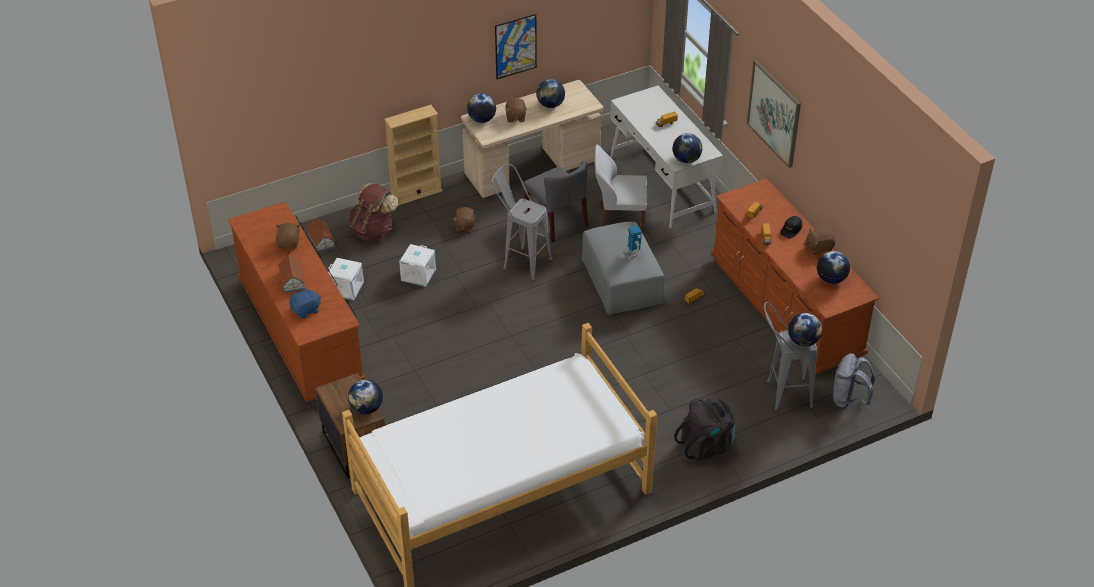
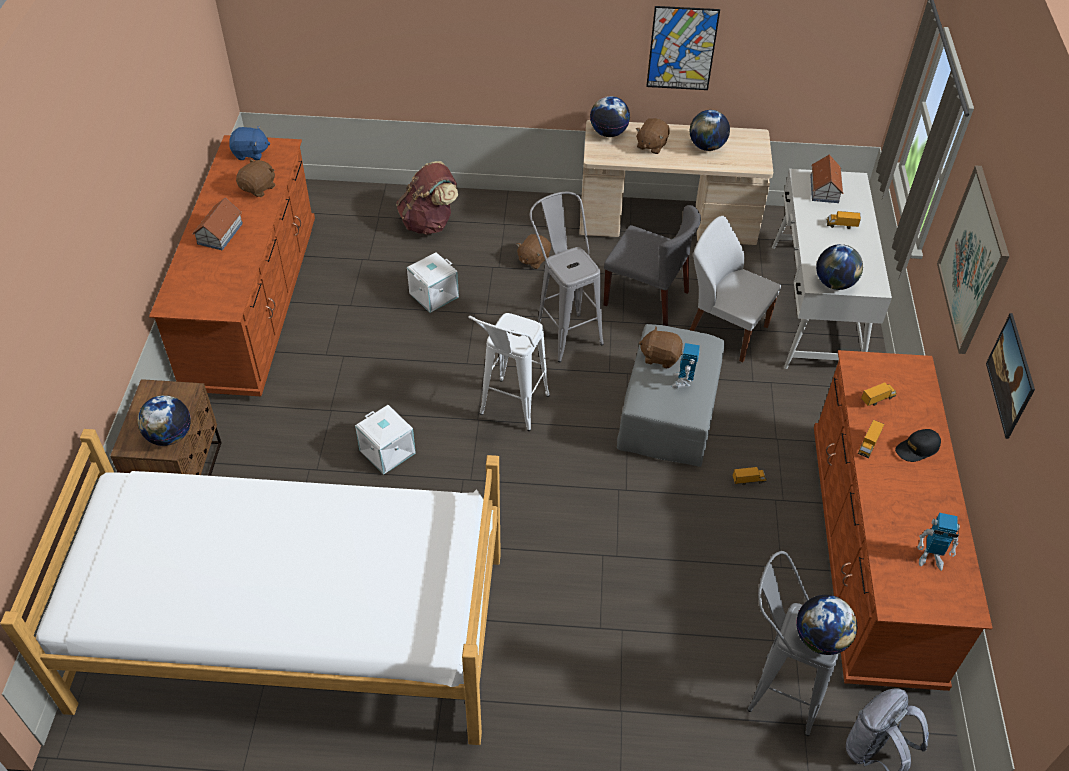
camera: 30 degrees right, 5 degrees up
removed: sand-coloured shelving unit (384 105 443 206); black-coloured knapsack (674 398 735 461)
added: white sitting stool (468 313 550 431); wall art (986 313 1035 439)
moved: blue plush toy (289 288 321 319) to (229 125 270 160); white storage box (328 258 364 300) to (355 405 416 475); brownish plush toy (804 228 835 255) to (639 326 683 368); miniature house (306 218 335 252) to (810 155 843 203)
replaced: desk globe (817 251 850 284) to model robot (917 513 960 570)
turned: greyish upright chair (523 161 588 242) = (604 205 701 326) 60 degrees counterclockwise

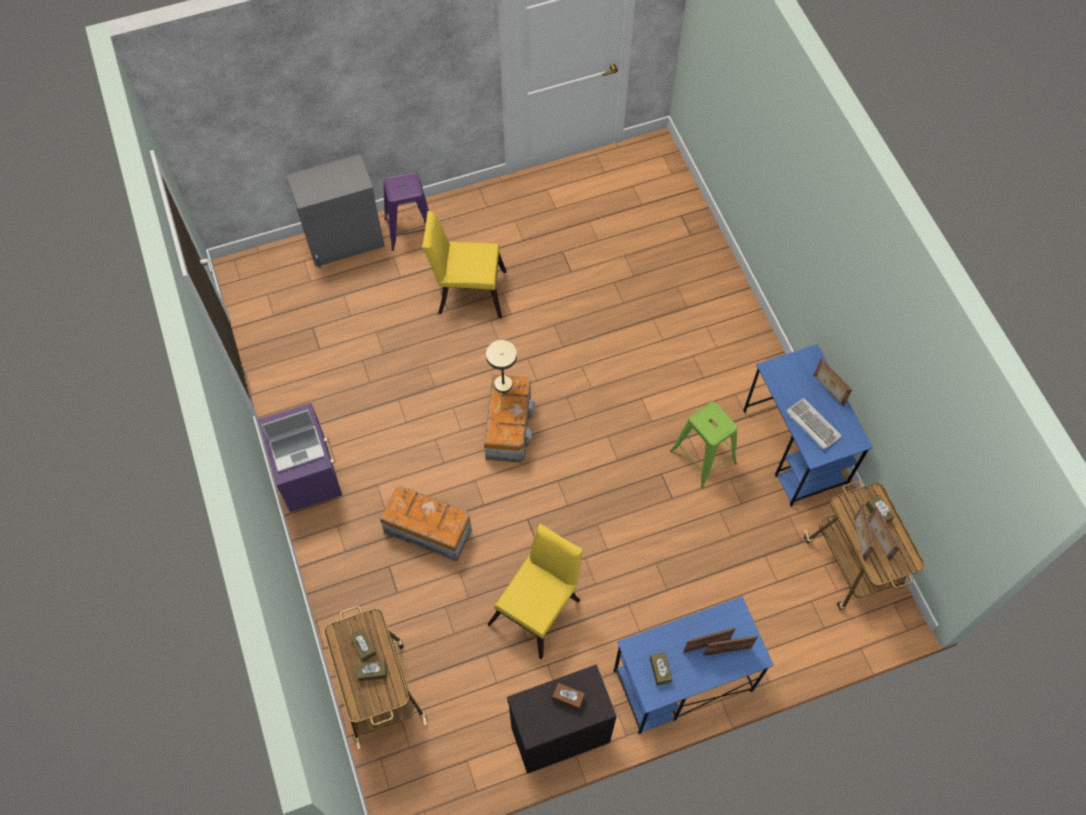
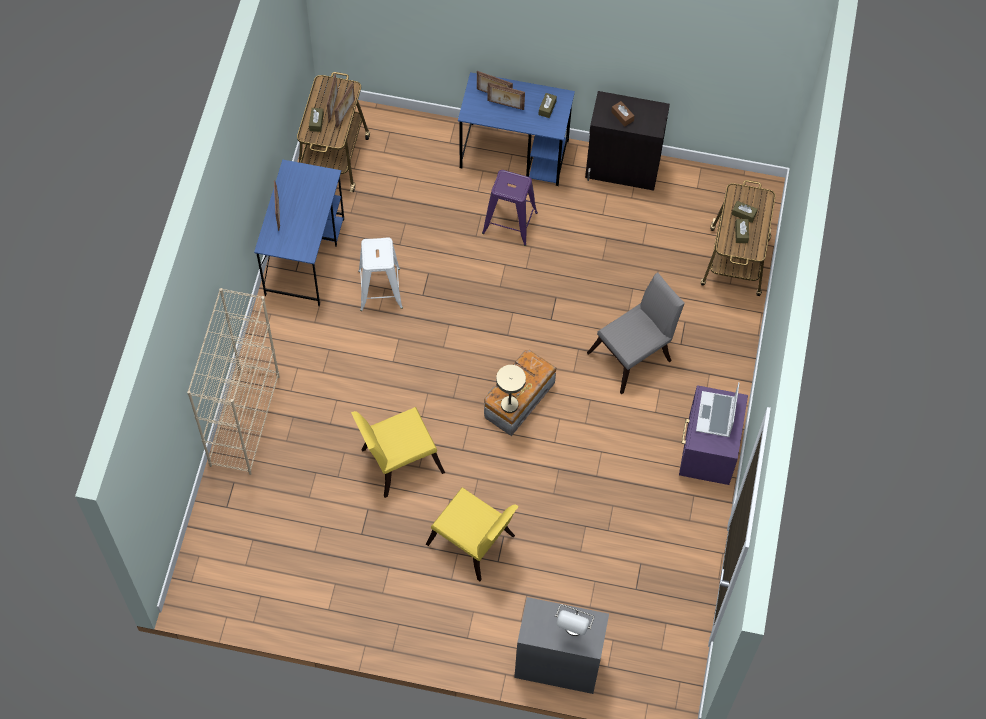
camera: 150 degrees left, 0 degrees up
removed: computer keyboard (786 398 842 450)
added: sand-coloured shelving unit (187 288 280 475); greyish tabletop lamp (555 604 594 636)
moved: yellow upright chair (487 524 583 659) to (351 407 445 498); purple sitting stool (383 172 429 251) to (482 170 538 246)
replaced: storage box (380 486 472 561) to greyish upright chair (587 272 685 394)
recoloured: green sitting stool (670 402 737 488) to white sitting stool (358 237 403 311)
turned: laptop (261 410 325 472) = (696 382 740 437) 90 degrees counterclockwise

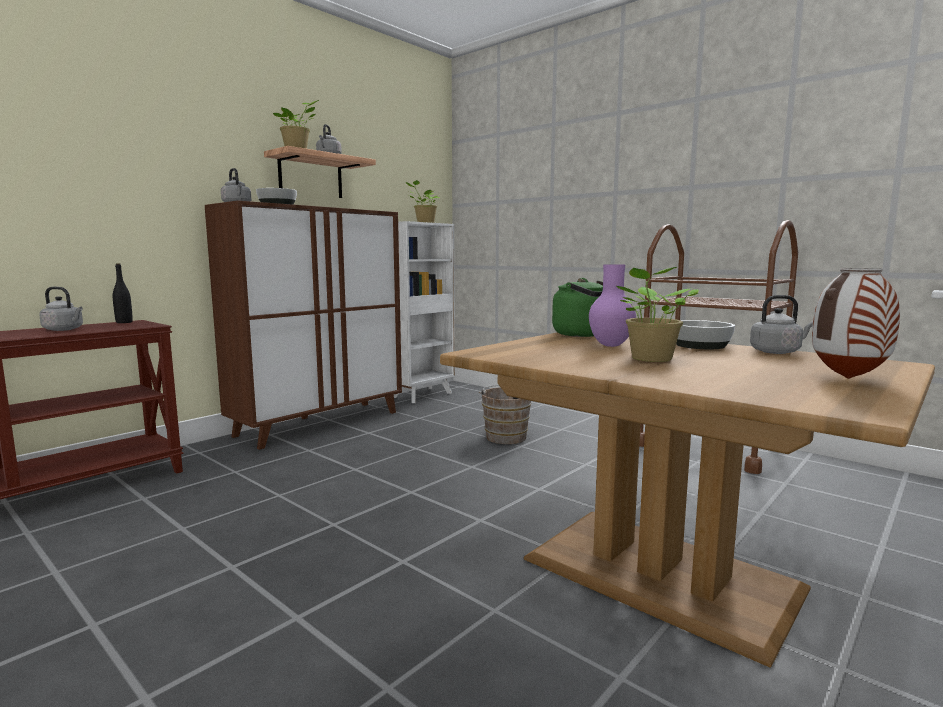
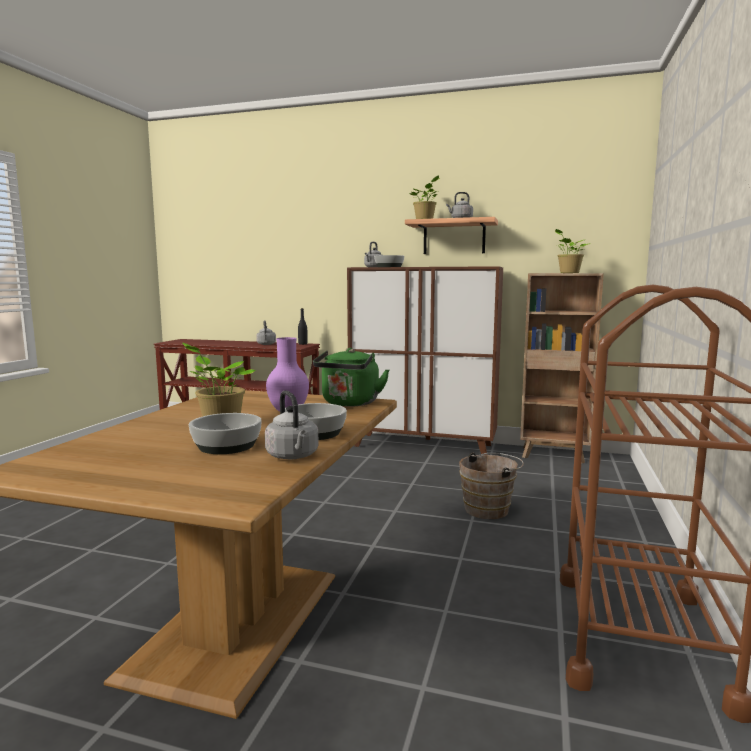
camera: 65 degrees right, 0 degrees up
removed: vase (812 268 900 379)
added: serving bowl (189 413 262 454)
recoloured: white shelving unit (394 221 455 403) to brownish shelving unit (520 273 604 463)

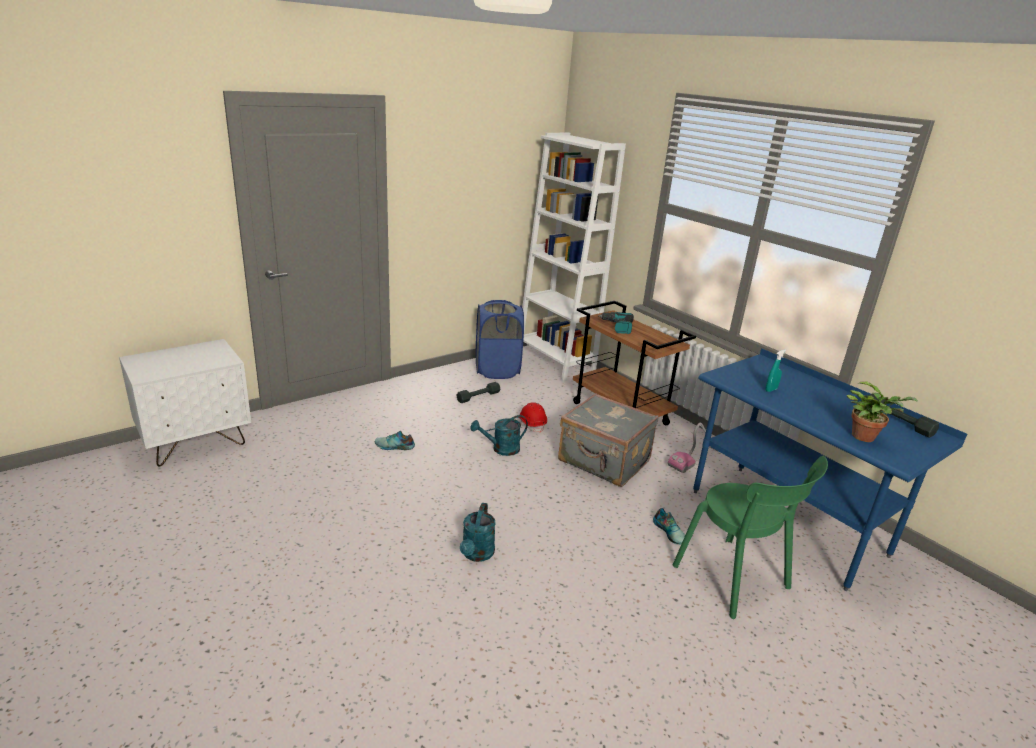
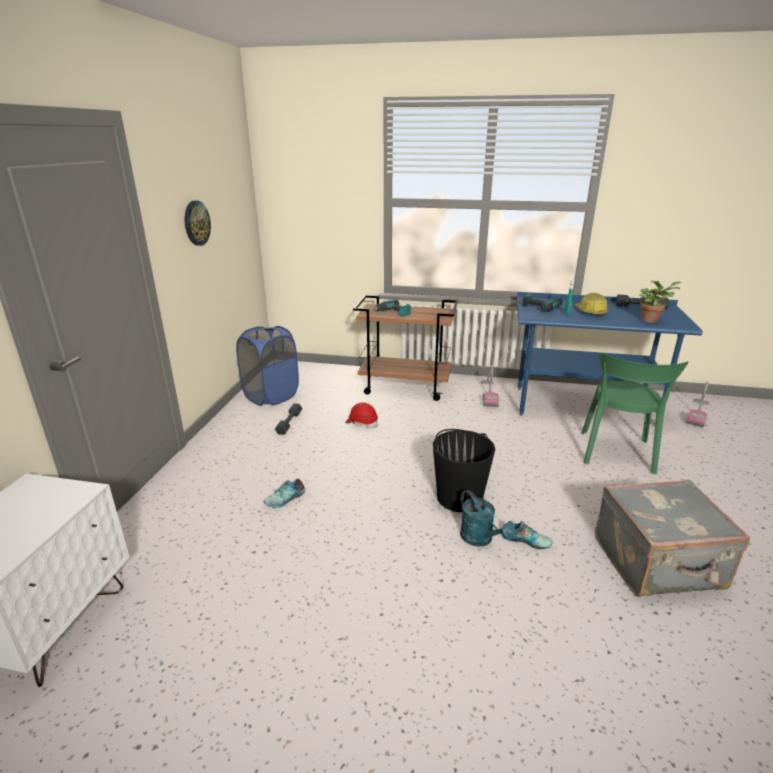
camera: 40 degrees left, 0 degrees up
removed: blue-green watering can (471 415 528 456); white shelving unit (522 133 626 382)
added: clock on the wall (185 200 211 246); black-coloured bucket (433 429 495 512); power drill (523 294 563 312); safety helmet (574 293 609 317); vacuum cleaner (686 382 709 427)
moved: low shoe (653 508 685 545) to (502 521 552 549); greyish piece of luggage (558 393 658 487) to (595 479 750 597)
turned: green upright chair (673 456 828 619) = (582 353 688 474) 90 degrees clockwise

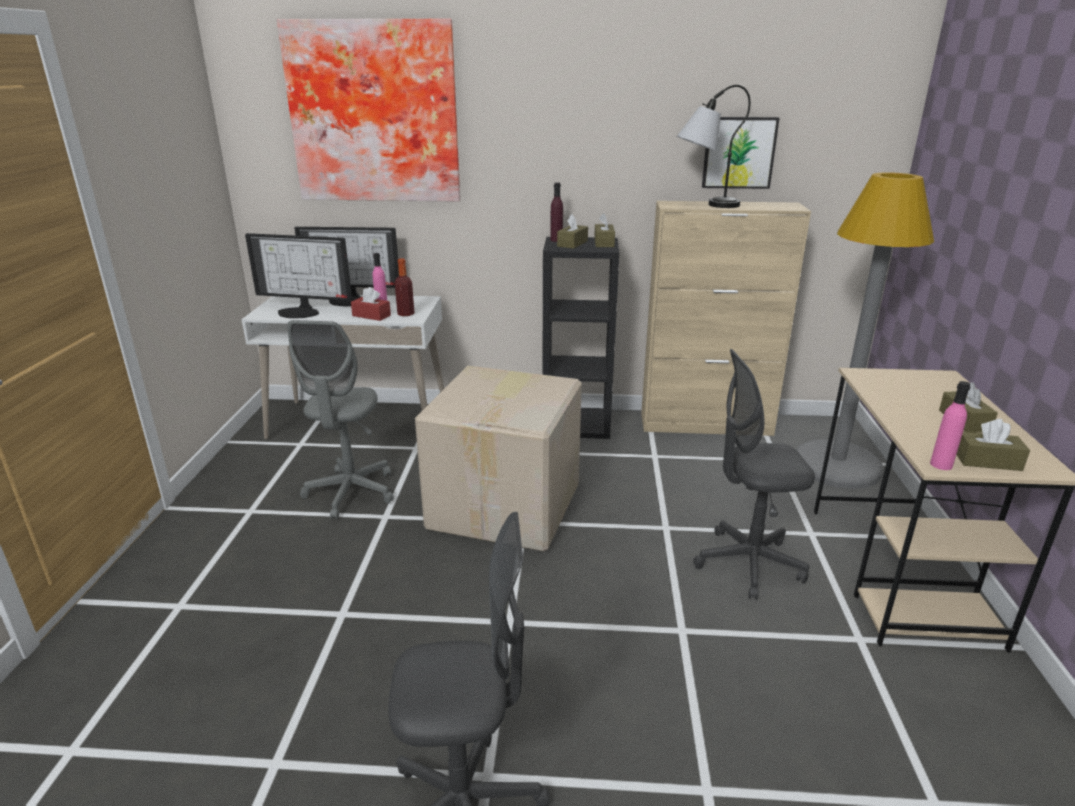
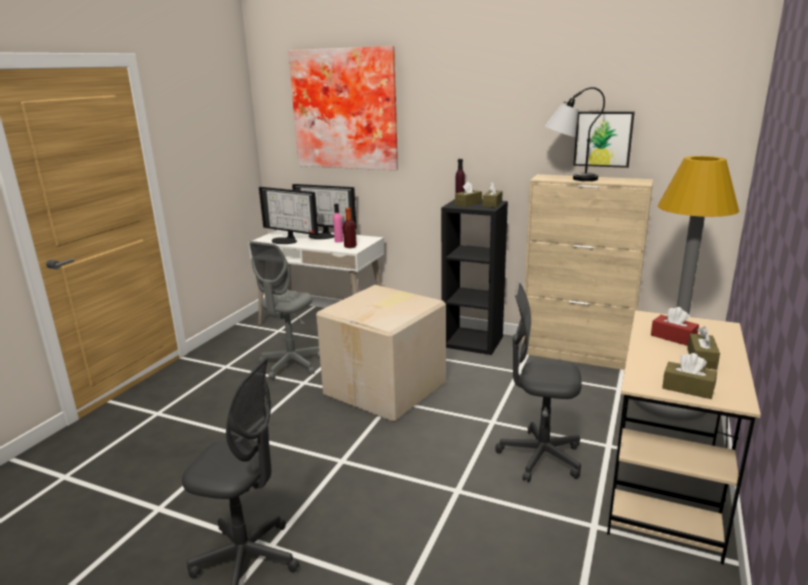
camera: 20 degrees right, 5 degrees down
removed: pink bottle (930 381 970 470)
moved: red box of tissues (351 287 391 321) to (651 307 699 346)

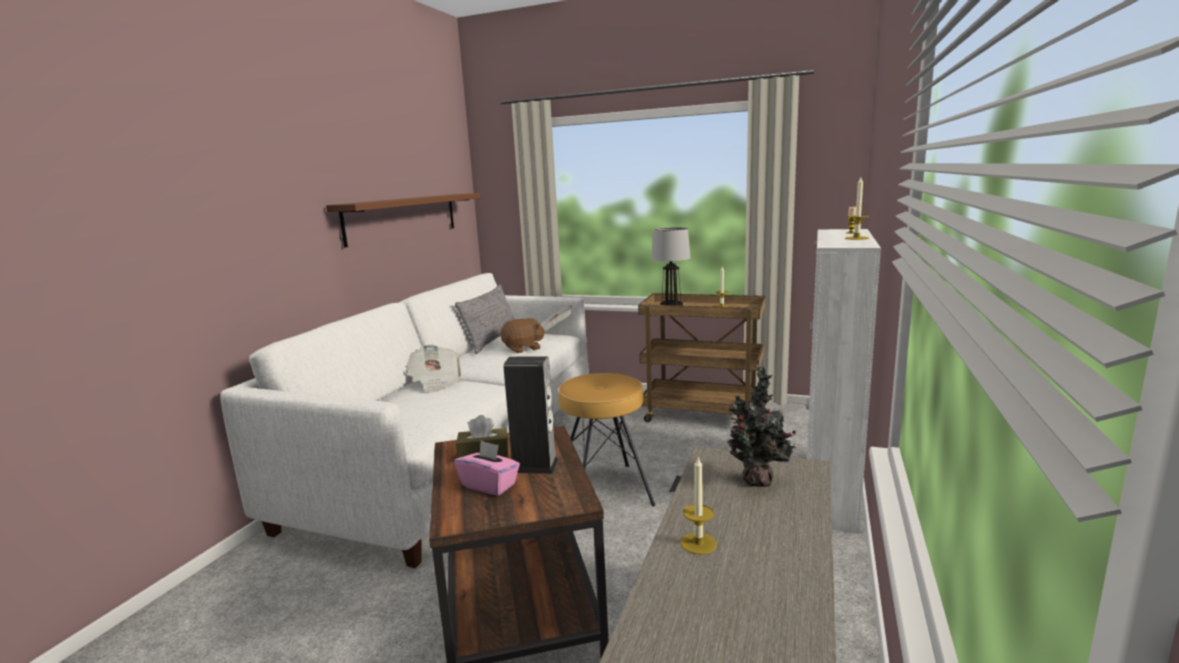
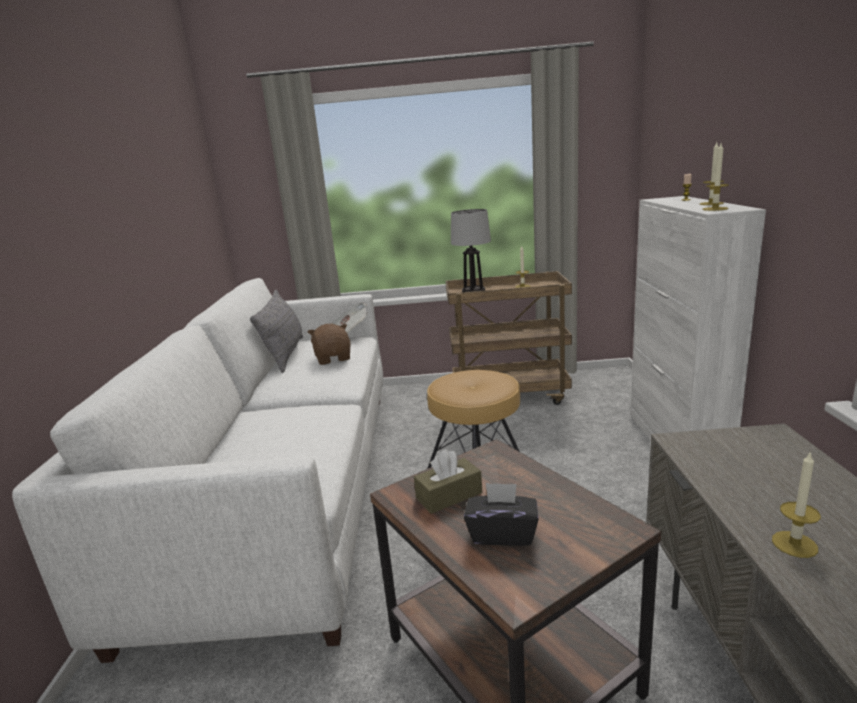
camera: 20 degrees left, 5 degrees up
removed: brownish shelf (326 193 481 248); daily paper (406 344 462 393); audio speaker (504 357 559 474); plant in a pot (727 365 796 487)
added: wax candle (702 143 729 211)
recoloured: pink box of tissues (454 441 520 496) to black-coloured box of tissues (464 483 539 546)
turned: brownish plush toy (500 318 545 353) = (308 324 351 365) 60 degrees counterclockwise

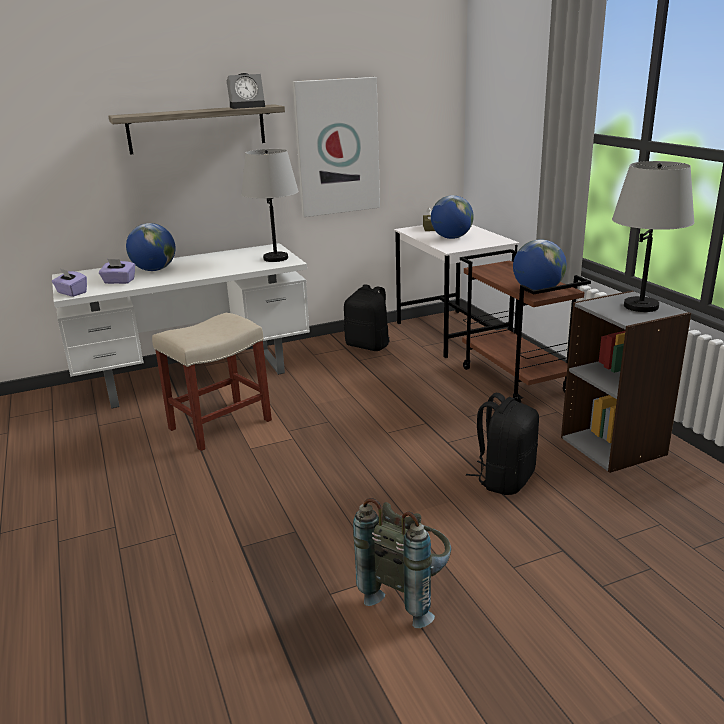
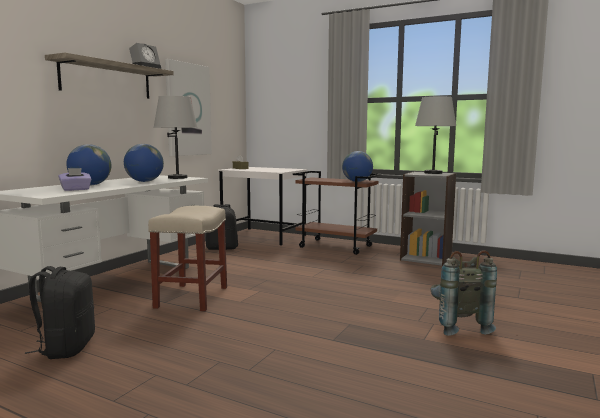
camera: 40 degrees left, 15 degrees down
removed: purple box of tissues (52 269 87 297)
moved: black-coloured knapsack (466 393 539 495) to (25 266 95 359); desk globe (431 195 474 239) to (124 144 164 182)

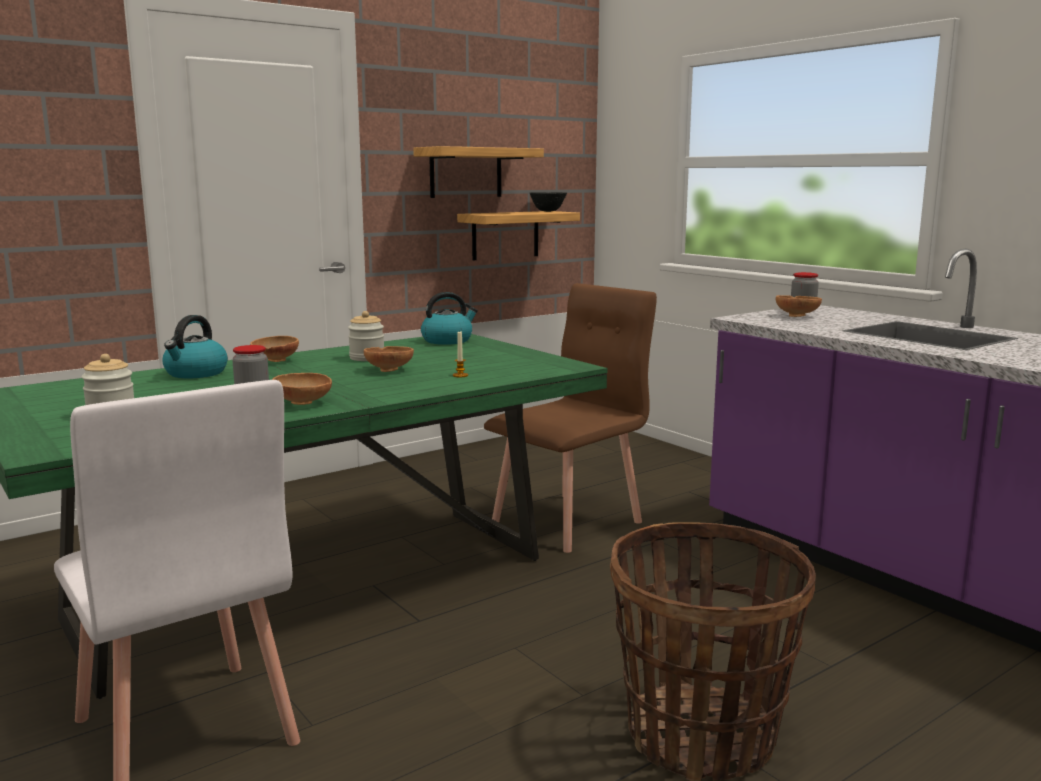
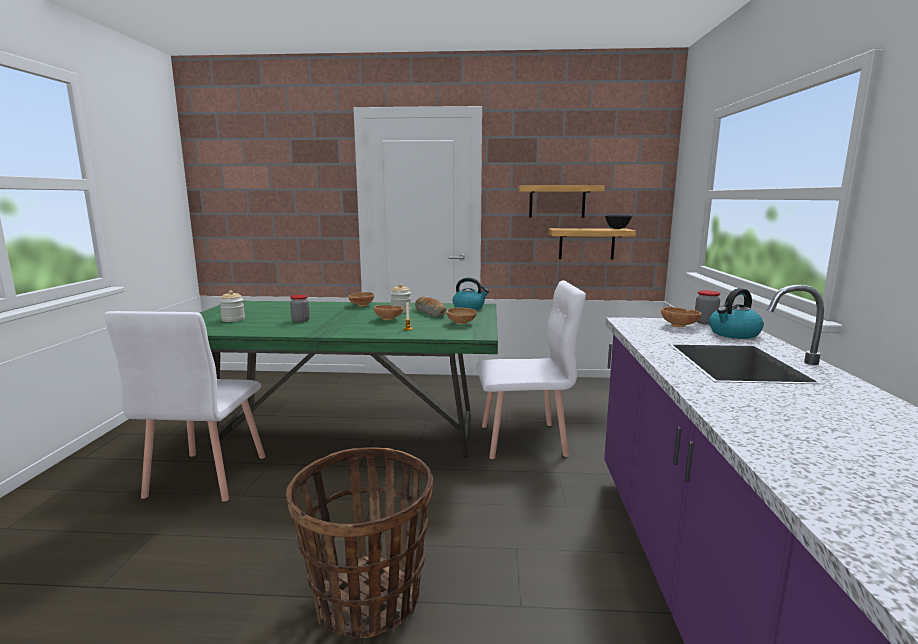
camera: 40 degrees right, 0 degrees up
added: baked bread (415 297 446 316)
moved: brownish serving bowl (272 373 332 405) to (446 308 477 324); kettle (162 315 228 378) to (709 288 764 339)
recoloured: brownish upright chair (484 283 657 553) to white upright chair (476 281 586 459)

